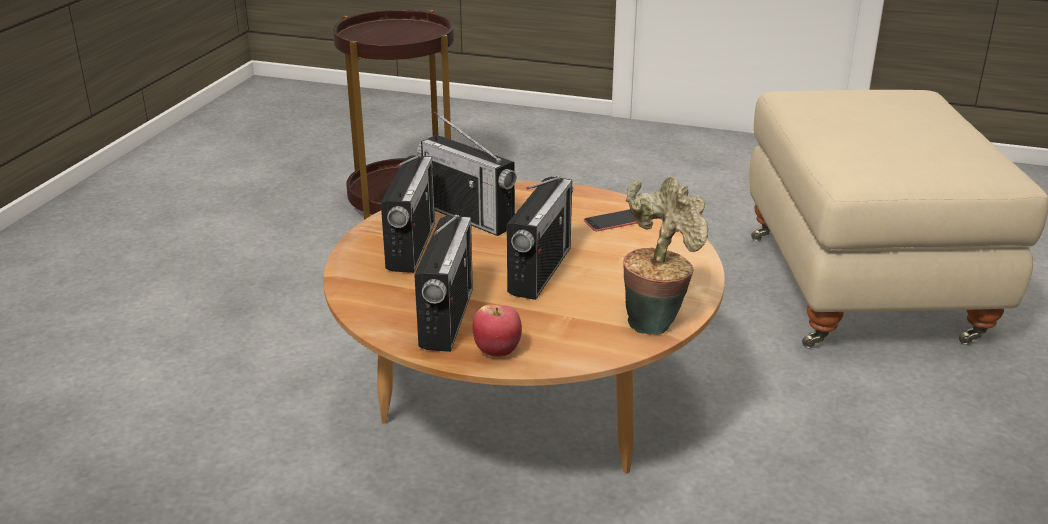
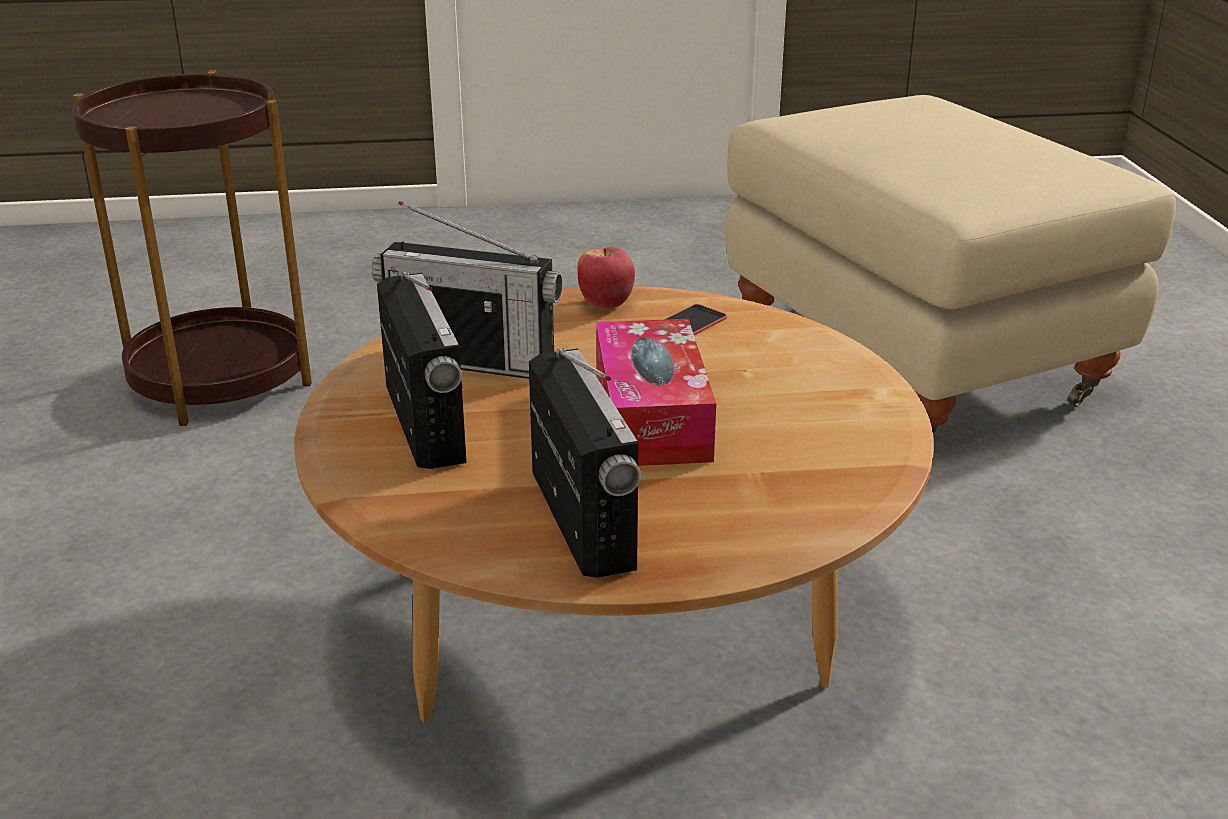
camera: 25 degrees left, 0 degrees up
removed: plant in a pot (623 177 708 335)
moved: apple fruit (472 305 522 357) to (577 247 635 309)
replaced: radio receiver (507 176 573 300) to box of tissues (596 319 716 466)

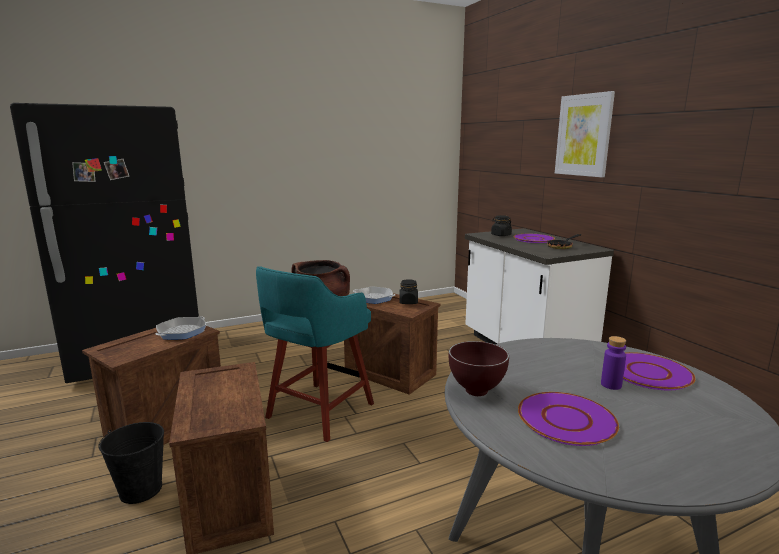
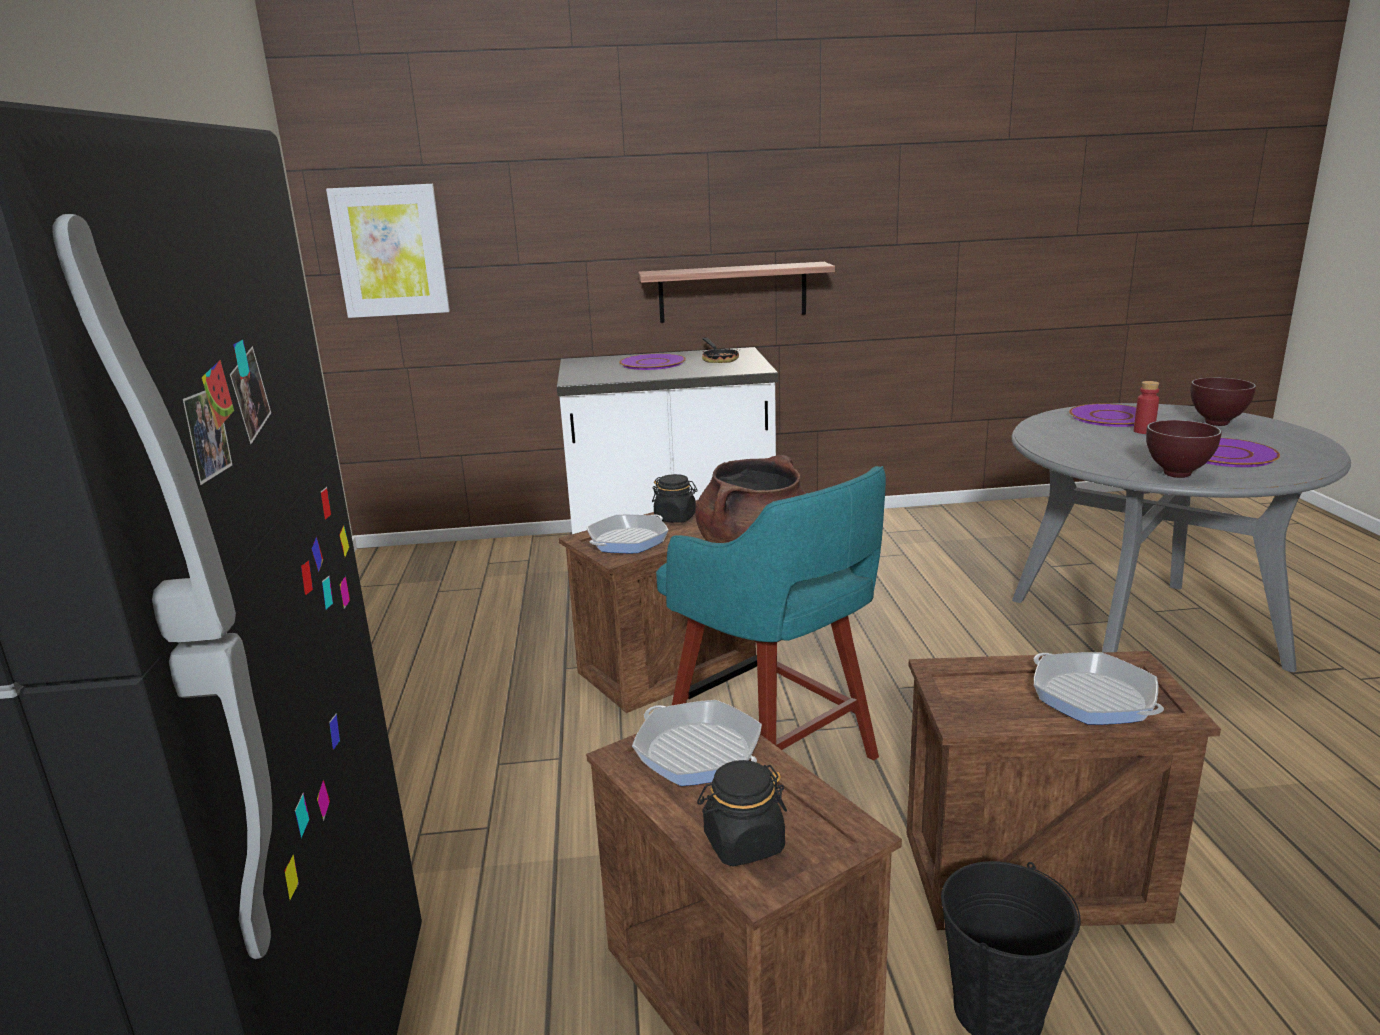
camera: 70 degrees left, 5 degrees up
added: shelf (638 262 835 323); skillet (1033 652 1164 725); brownish serving bowl (1191 377 1256 426)
moved: wall art (555 91 615 177) to (326 184 450 318); black-coloured storage jar (491 215 512 236) to (697 760 787 866)
recoloured: purple bottle (601 336 626 390) to red bottle (1134 381 1159 434)

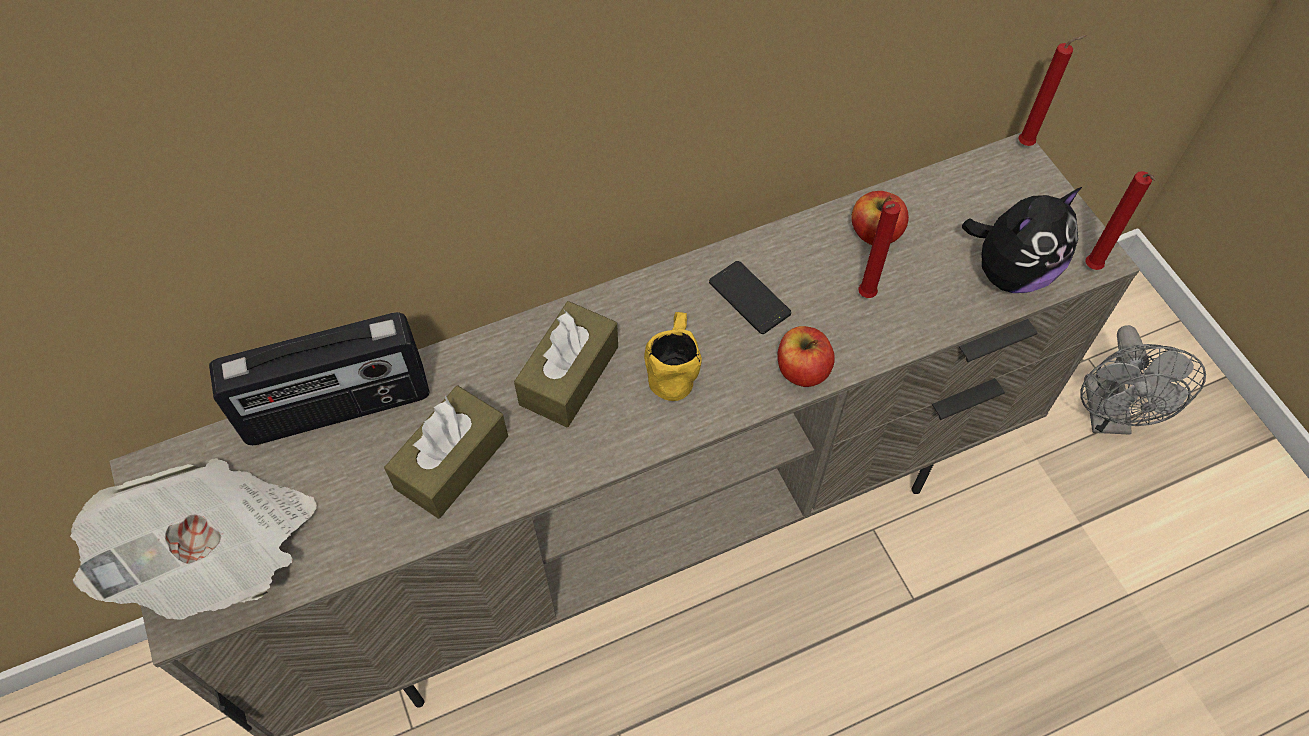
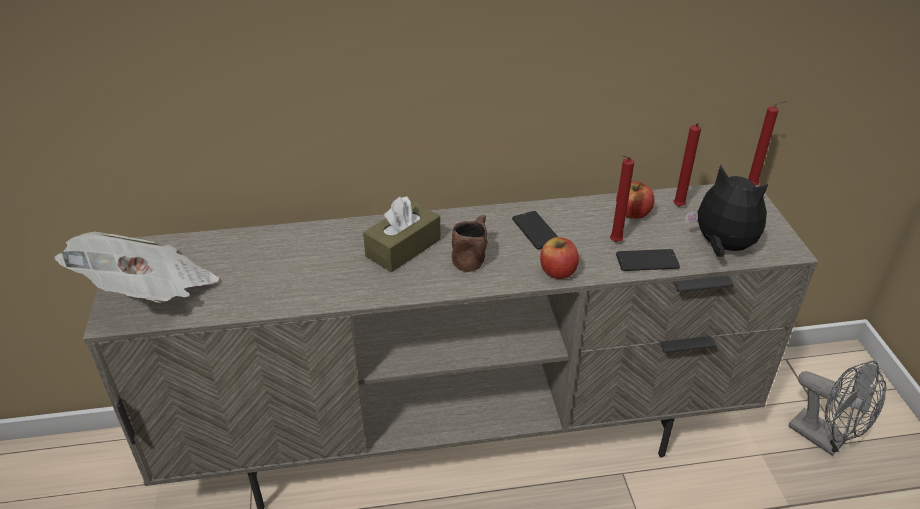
camera: 15 degrees right, 20 degrees down
removed: radio receiver (209 312 429 445); brownish box of tissues (384 386 508 519)
added: phone (616 249 680 271)
moved: red wax candle (1085 171 1155 270) to (673 123 701 206)
recoloured: yellow coffee mug (644 312 702 401) to brownish coffee mug (452 215 488 272)
turned: plush toy (962 187 1082 293) = (685 164 768 257) 120 degrees counterclockwise; greyish cooling fan (1080 325 1206 435) = (788 361 887 456) 60 degrees counterclockwise

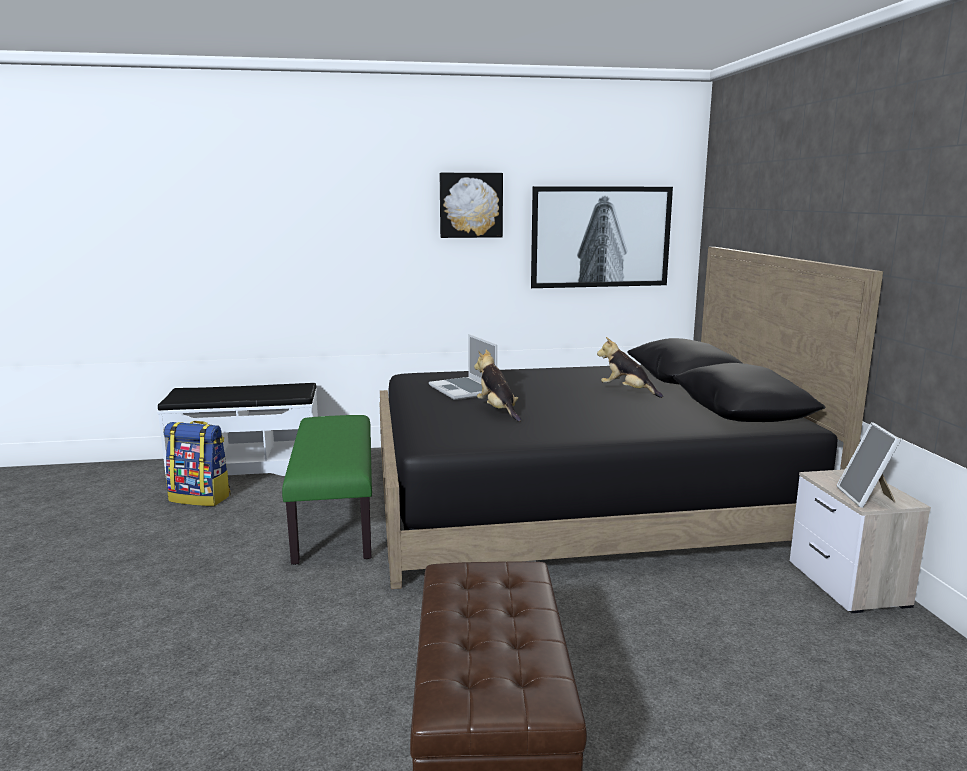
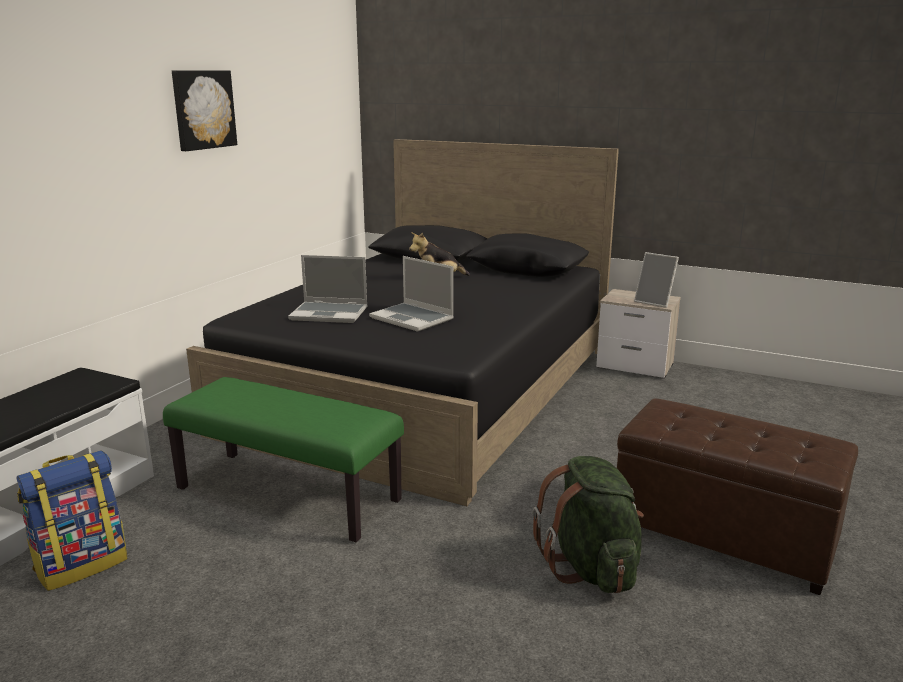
camera: 55 degrees left, 5 degrees up
removed: wall art (531 186 673 288)
added: green knapsack (533 456 644 593)
replaced: plush toy (474 350 521 422) to laptop (369 256 454 332)

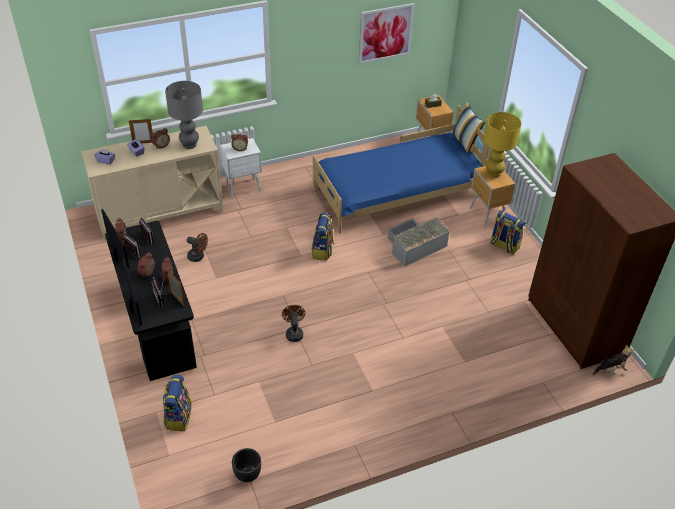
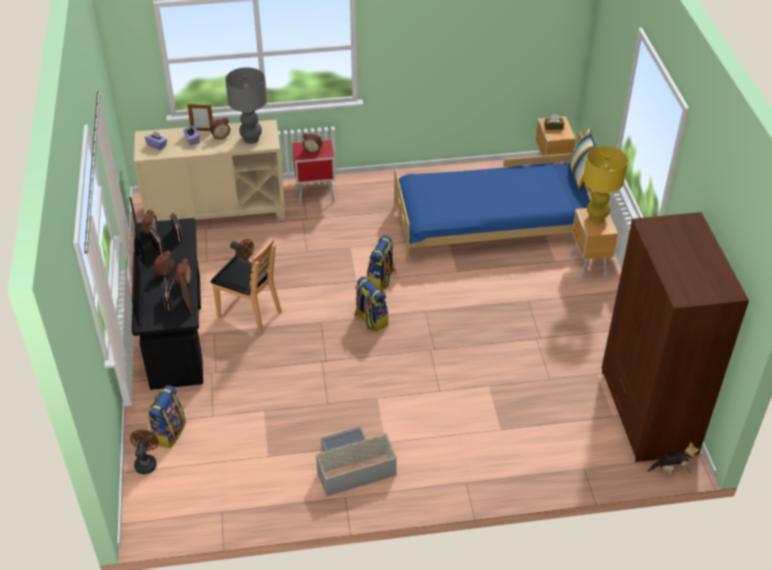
camera: 15 degrees right, 0 degrees up
removed: black-coloured planter (232 448 261 482); wall art (359 3 415 64)
added: brownish upright chair (211 238 282 334)
moved: brownish cooling fan (282 305 305 342) to (130 429 159 474); greyish storage box (387 217 450 266) to (316 427 397 497); knapsack (490 210 525 255) to (355 276 388 333)
recoloured: white bedside table (220 138 262 198) to red bedside table (292 140 335 206)

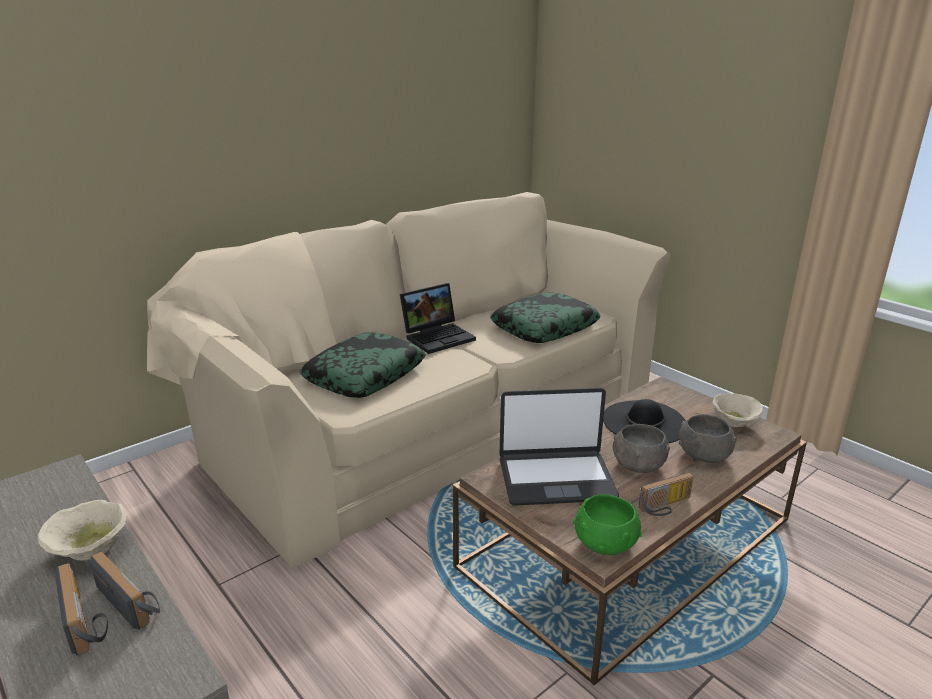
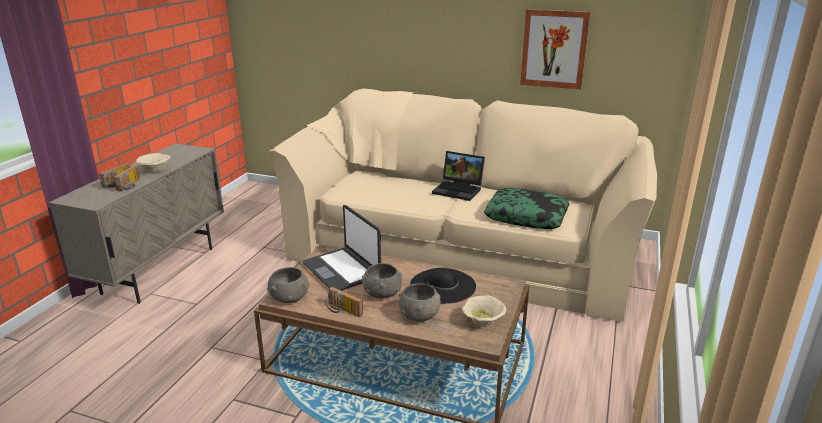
camera: 60 degrees right, 0 degrees up
removed: cushion (299 332 426 398)
added: wall art (520 9 590 89)
recoloured: green serving bowl (573 494 642 555) to greyish serving bowl (267 267 310 303)

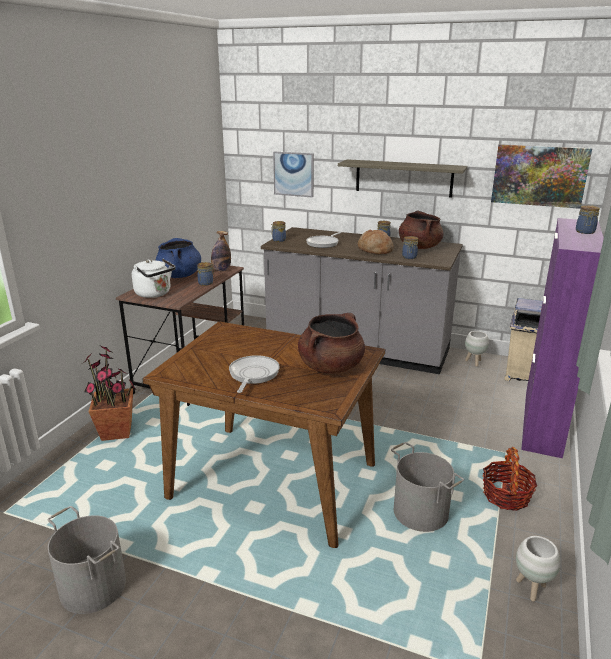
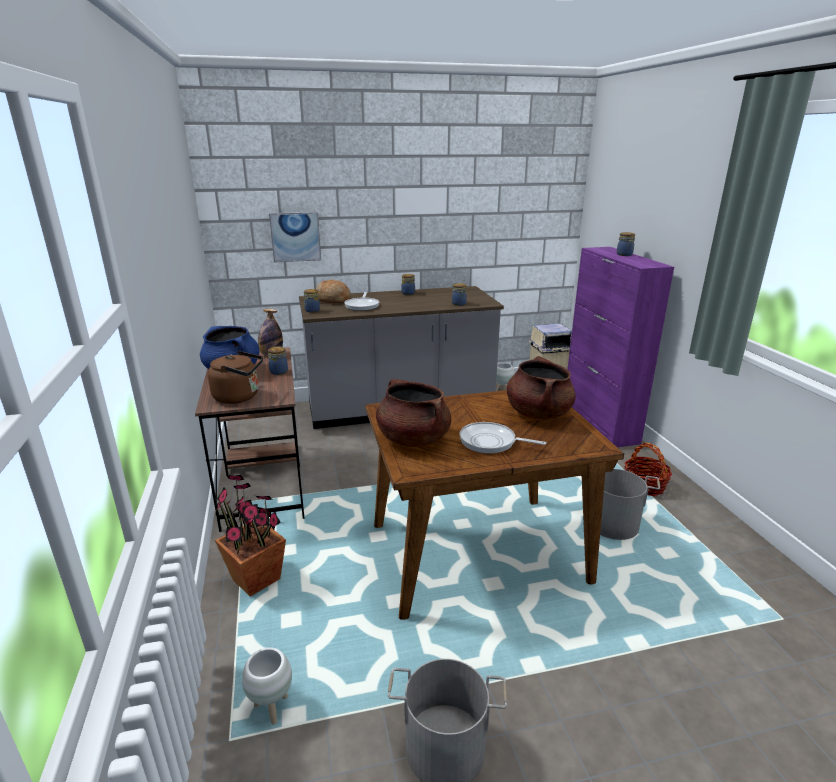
camera: 35 degrees left, 0 degrees up
removed: shelf (338 159 467 198); wall art (491 144 592 209)
moved: white planter (516 536 560 602) to (242 647 292 724); baked bread (358 230 394 254) to (316 279 351 303); brownish saucepot (399 210 444 249) to (376 379 451 447)
recoloured: white kettle (132 258 175 298) to brownish kettle (208 351 263 404)
turned: skillet (229 355 280 393) = (460 422 546 454) 45 degrees counterclockwise

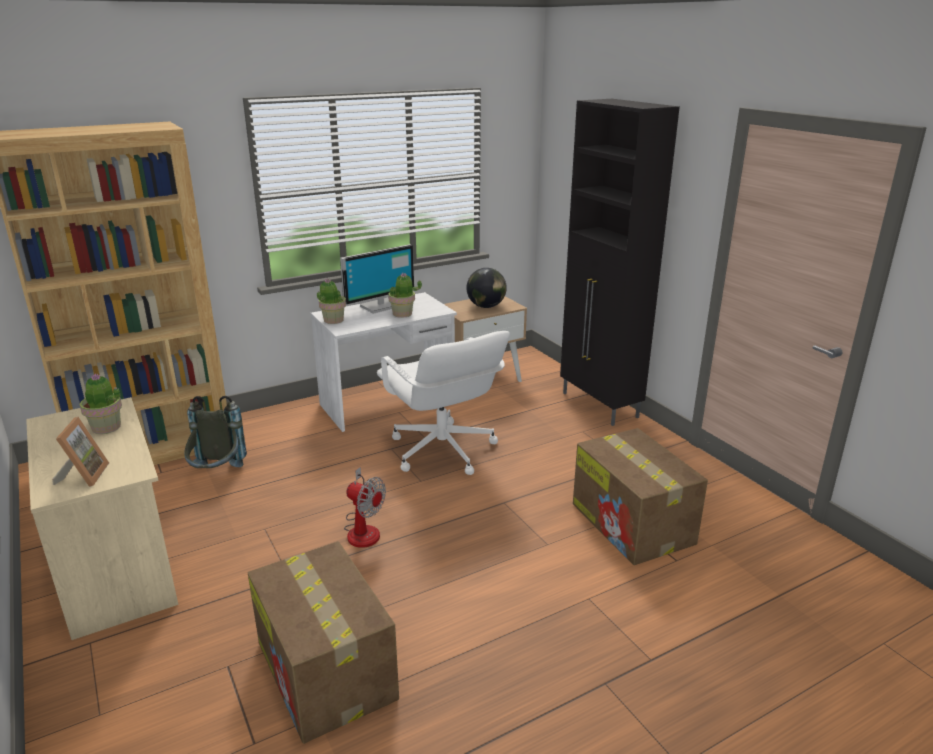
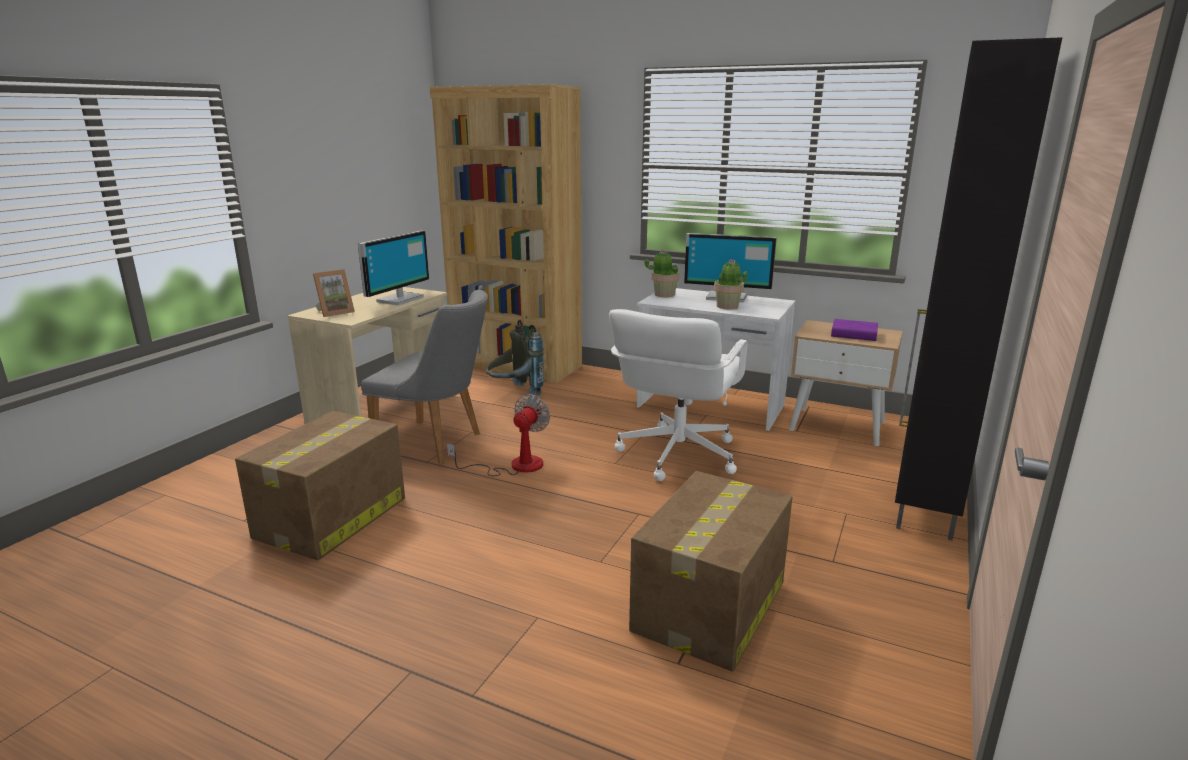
camera: 55 degrees right, 5 degrees down
added: greyish upright chair (361 290 488 464)
replaced: plant in a pot (80 373 122 434) to monitor (358 231 429 306); desk globe (466 268 507 308) to purple book (831 319 878 341)
turned: cooling fan (344 467 386 548) = (447 394 550 476) 150 degrees counterclockwise

